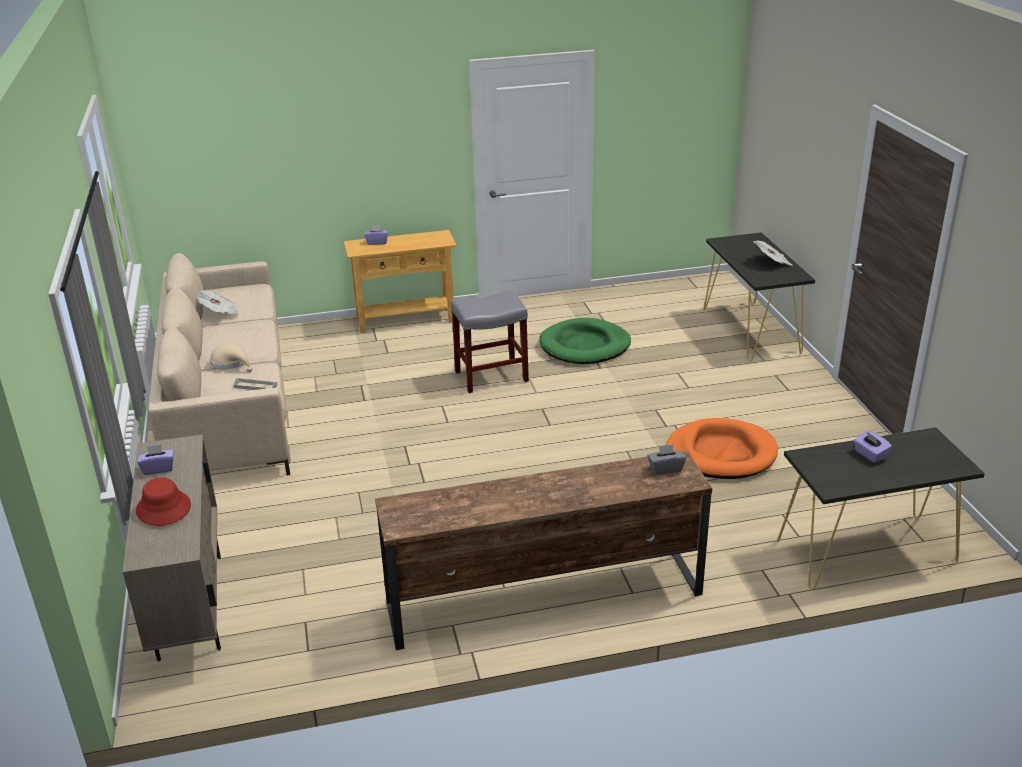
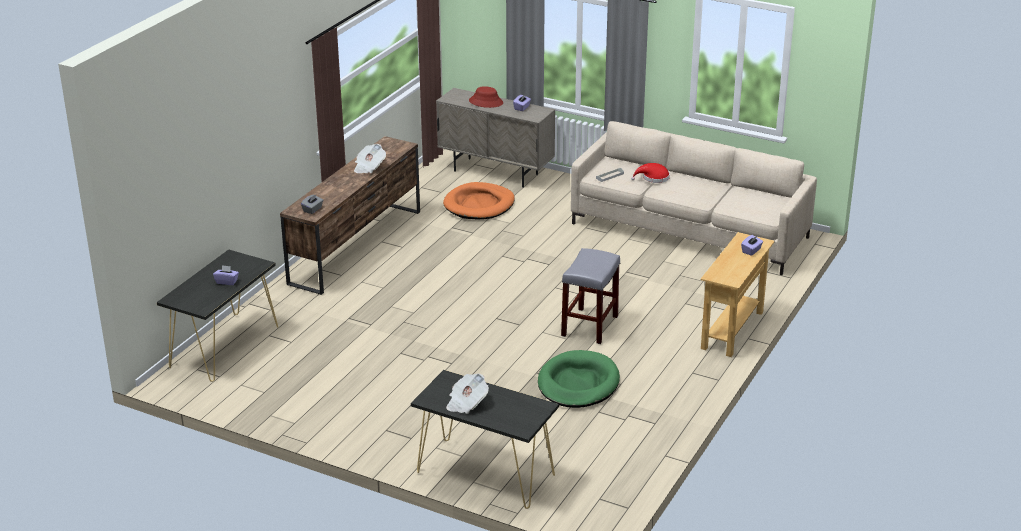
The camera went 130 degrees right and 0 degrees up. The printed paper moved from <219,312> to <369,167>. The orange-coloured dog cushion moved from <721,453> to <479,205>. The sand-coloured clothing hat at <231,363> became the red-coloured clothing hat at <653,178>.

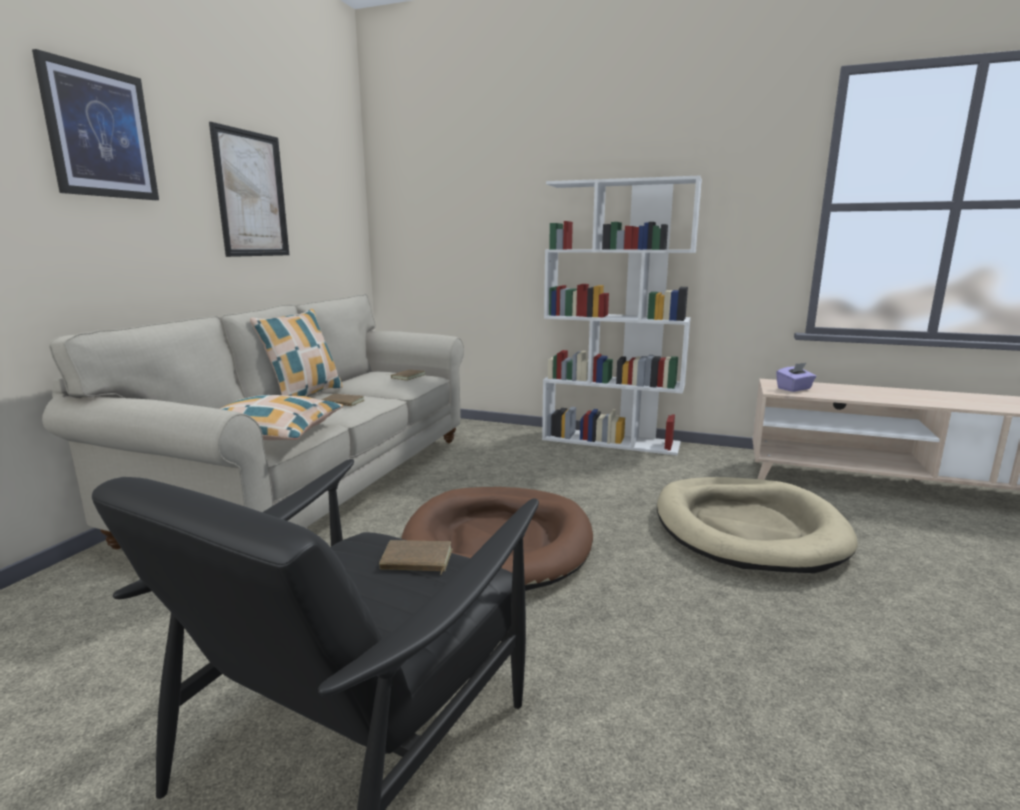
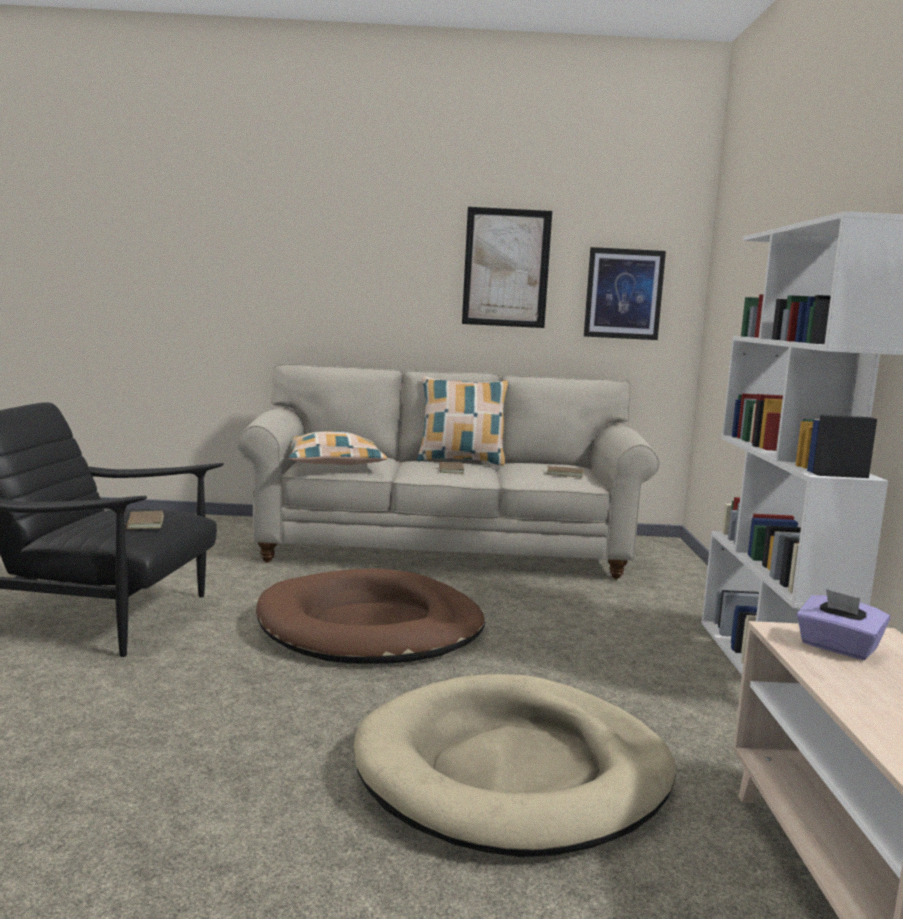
The camera went 70 degrees right and 5 degrees down. The wall picture moved from <100,133> to <623,294>.

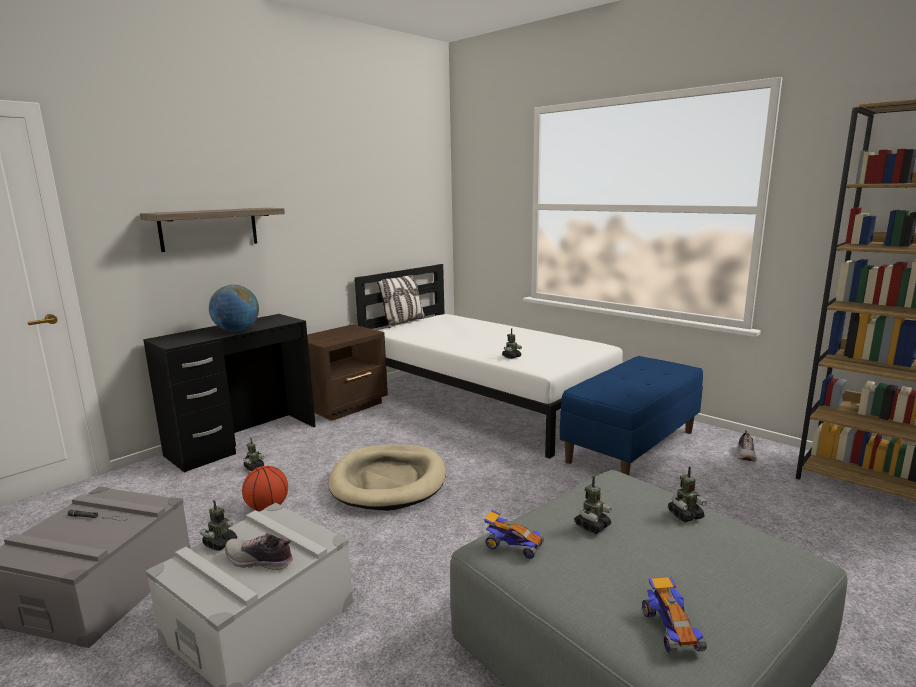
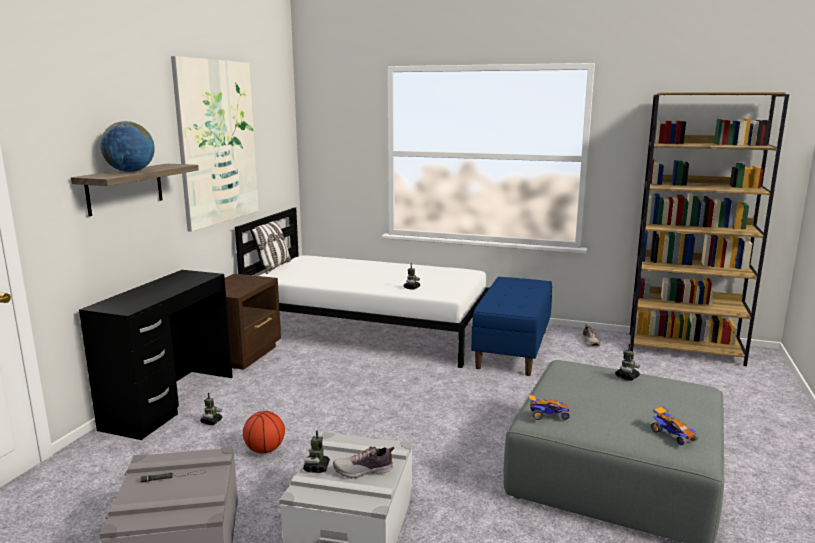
The camera went 25 degrees left and 0 degrees up. The sand-coloured dog cushion at <389,481> disappeared. The toy robot at <592,526> disappeared. The wall picture at <217,142> appeared. The globe moved from <237,331> to <130,171>.

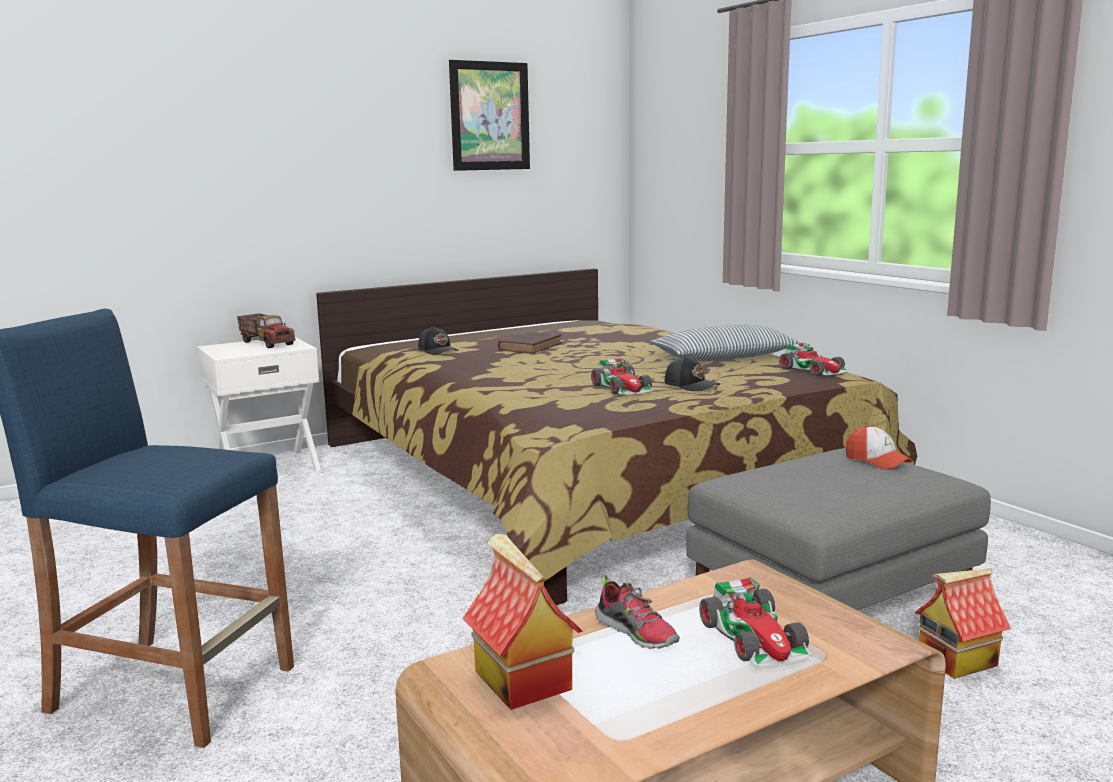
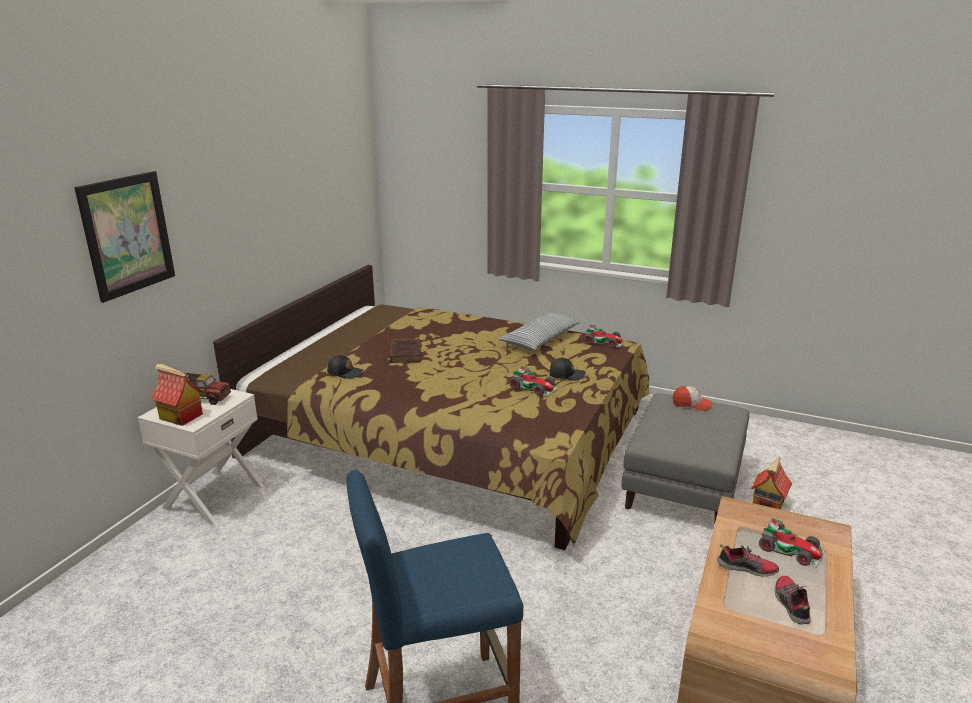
The camera went 35 degrees left and 10 degrees up. The low shoe at <791,604> appeared. The wall picture moved from <490,116> to <127,235>. The model house moved from <520,680> to <180,416>.

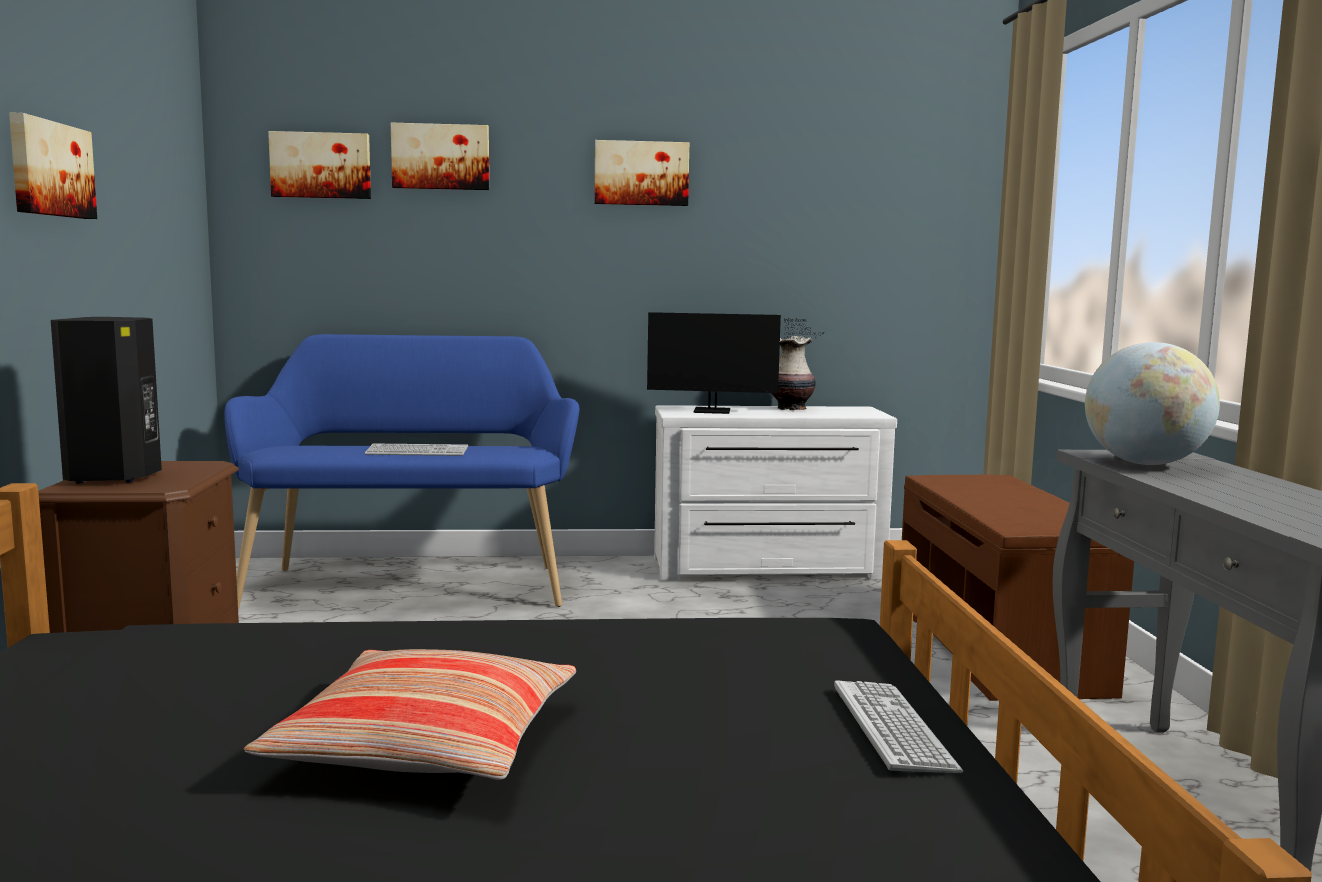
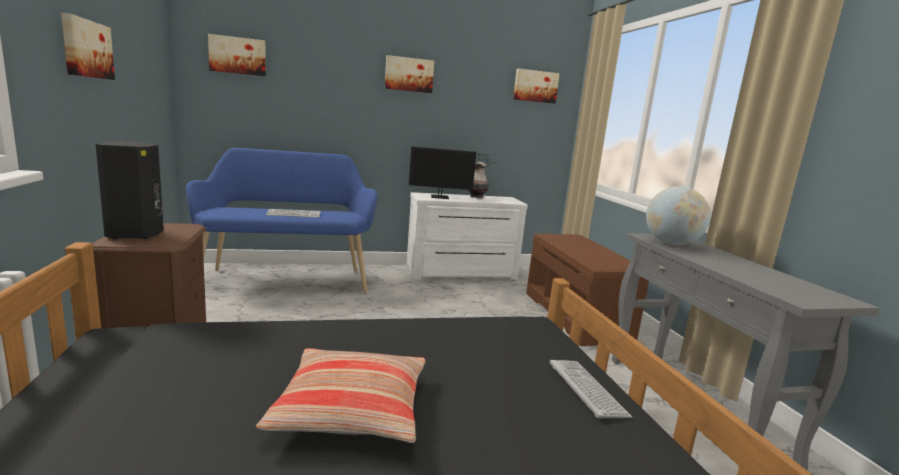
The camera went 10 degrees left and 5 degrees up. The wall picture moved from <441,157> to <535,86>.

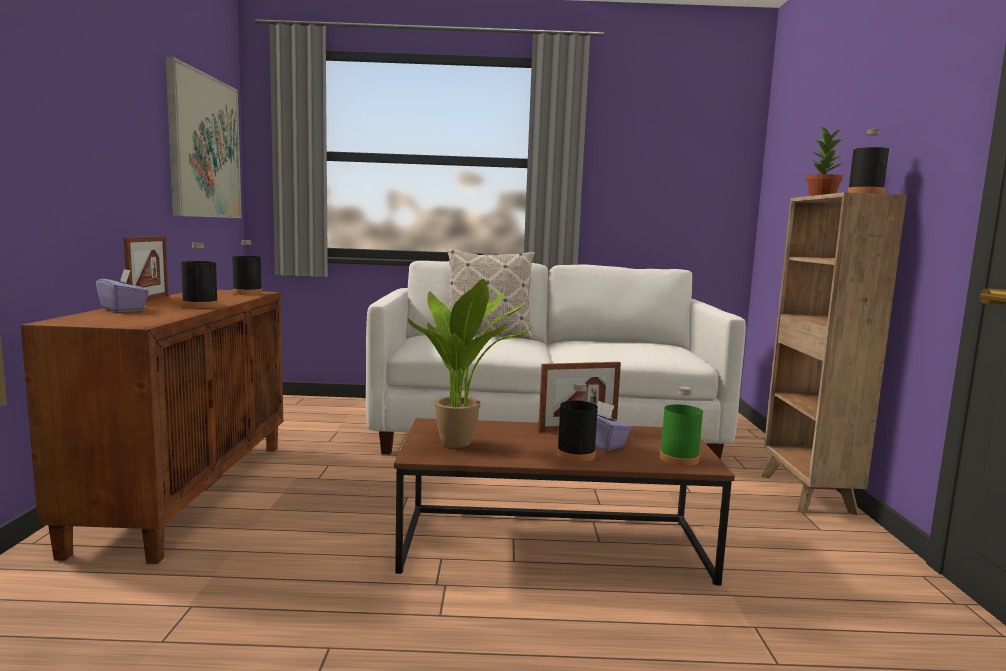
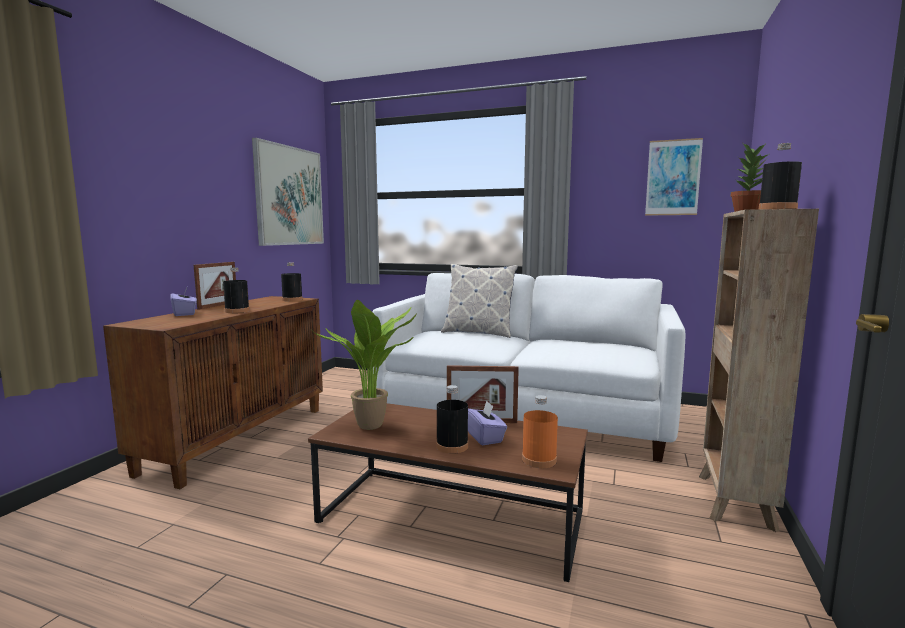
The camera went 20 degrees right and 0 degrees up. The wall picture at <673,177> appeared. The green drink bottle at <679,459> became the orange-coloured drink bottle at <539,460>.

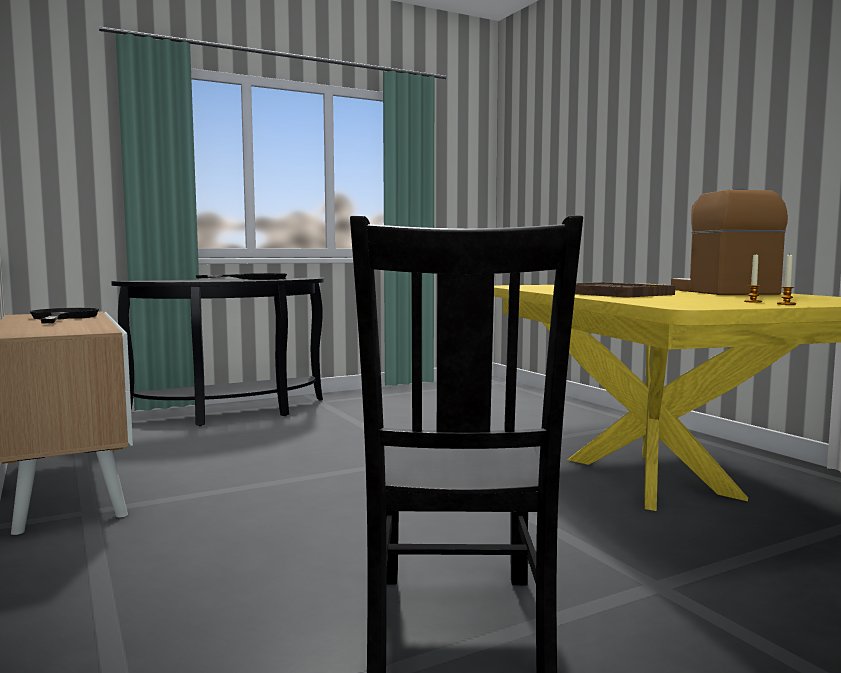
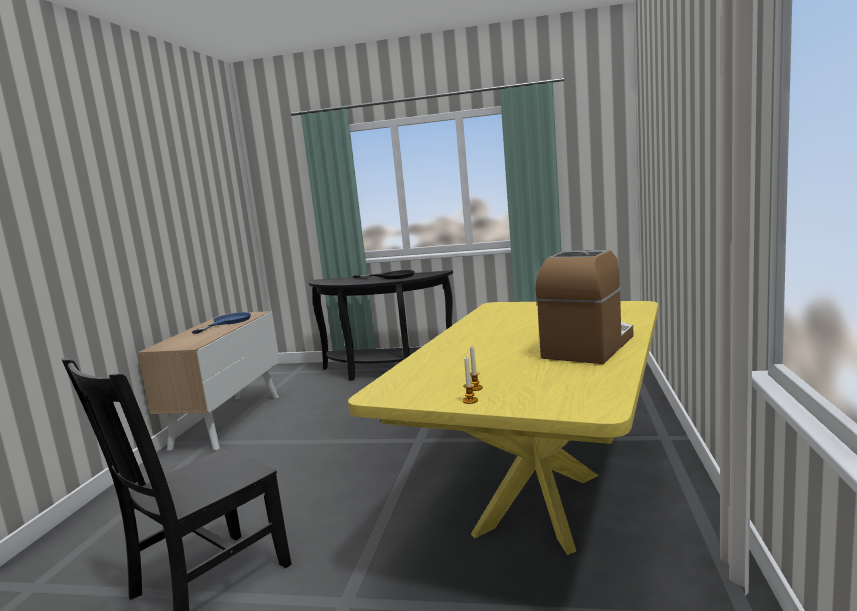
The camera went 40 degrees right and 5 degrees up. The brown-coloured carrying tray at <613,293> disappeared. The blackish frying pan at <62,318> became the blue frying pan at <227,322>.

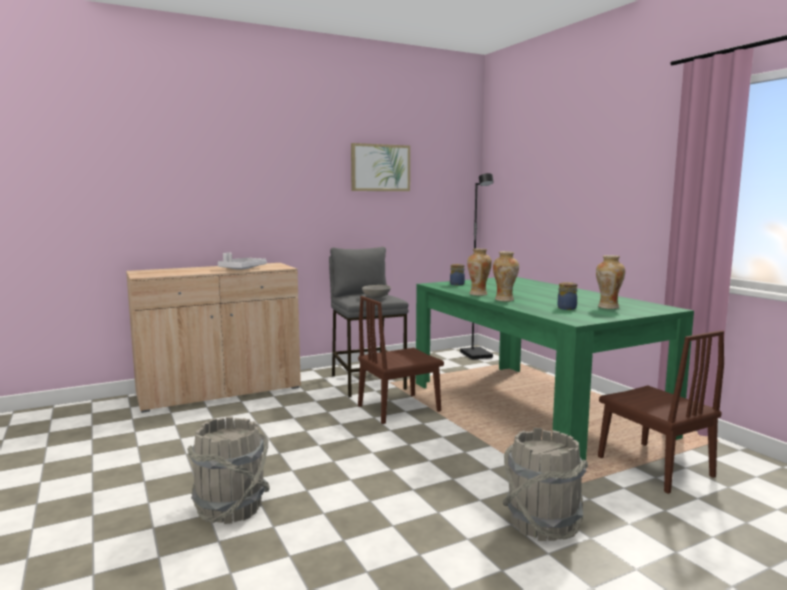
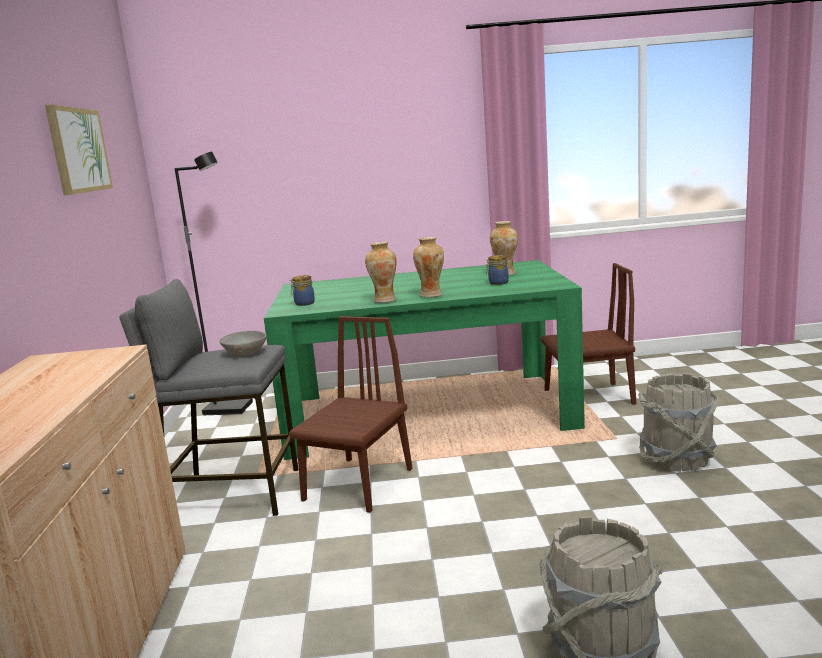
The camera went 65 degrees left and 5 degrees up. The white-coloured carrying tray at <242,269> disappeared. The brown-coloured plain chair at <399,408> turned 150 degrees counterclockwise.

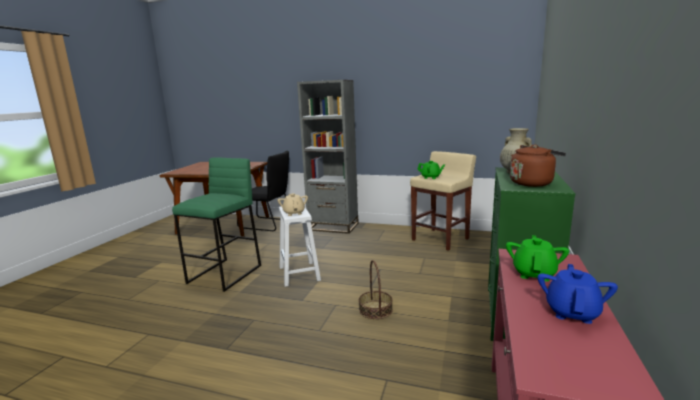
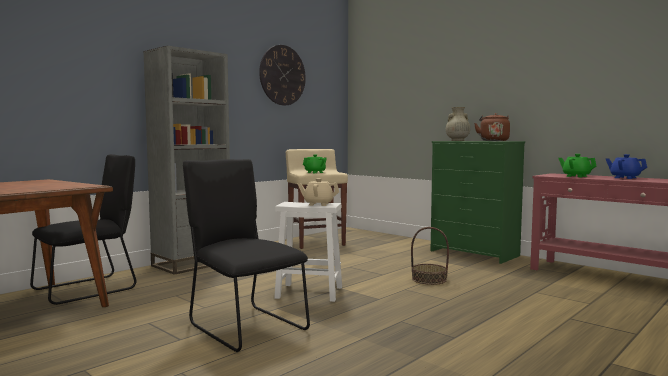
The camera went 65 degrees left and 10 degrees down. The hanging clock at <282,75> appeared. The green stool at <225,274> was replaced by the blackish plain chair at <244,326>.

